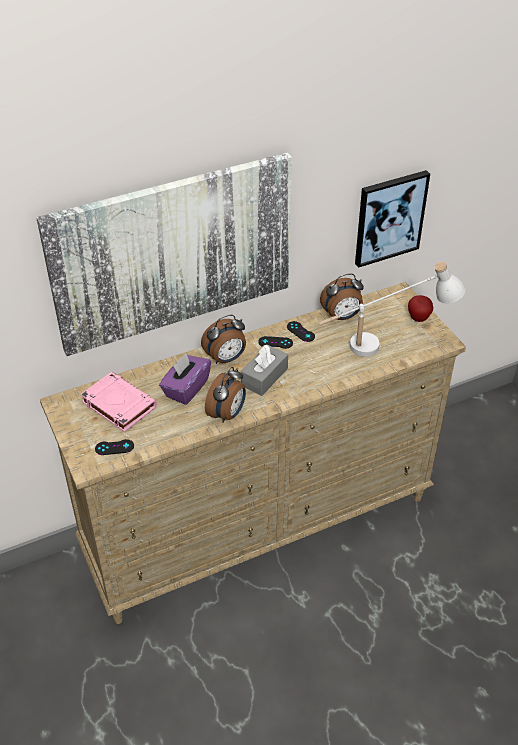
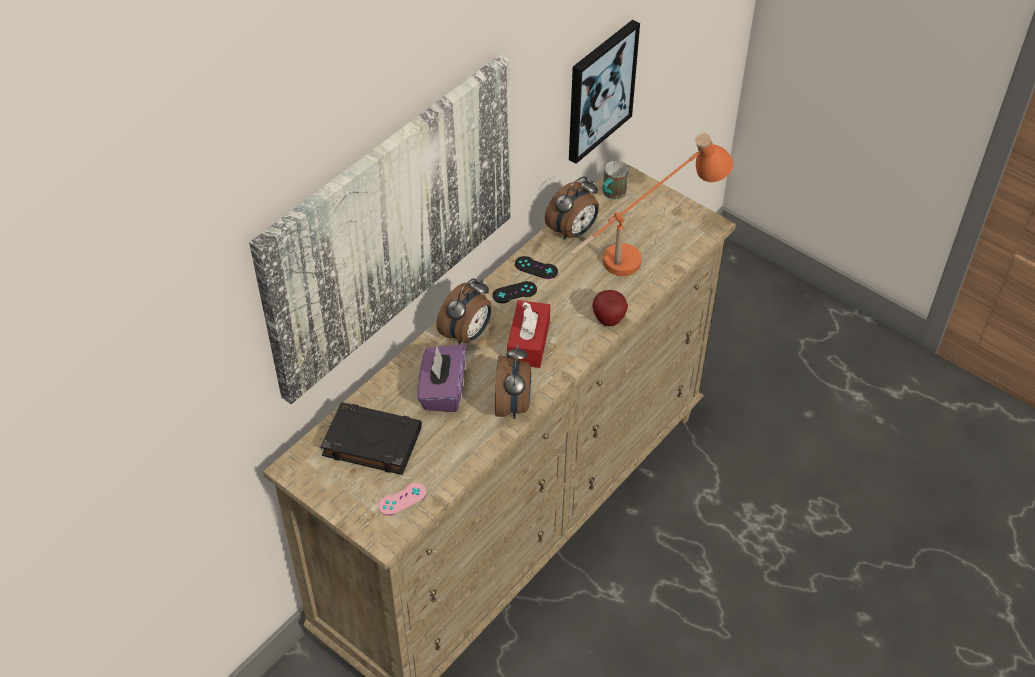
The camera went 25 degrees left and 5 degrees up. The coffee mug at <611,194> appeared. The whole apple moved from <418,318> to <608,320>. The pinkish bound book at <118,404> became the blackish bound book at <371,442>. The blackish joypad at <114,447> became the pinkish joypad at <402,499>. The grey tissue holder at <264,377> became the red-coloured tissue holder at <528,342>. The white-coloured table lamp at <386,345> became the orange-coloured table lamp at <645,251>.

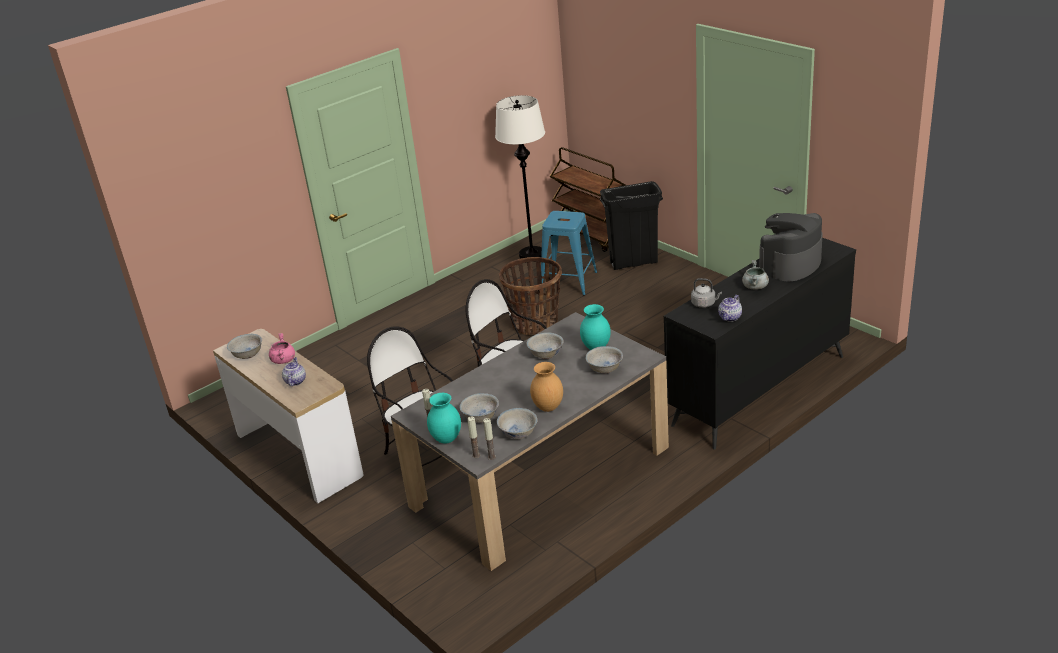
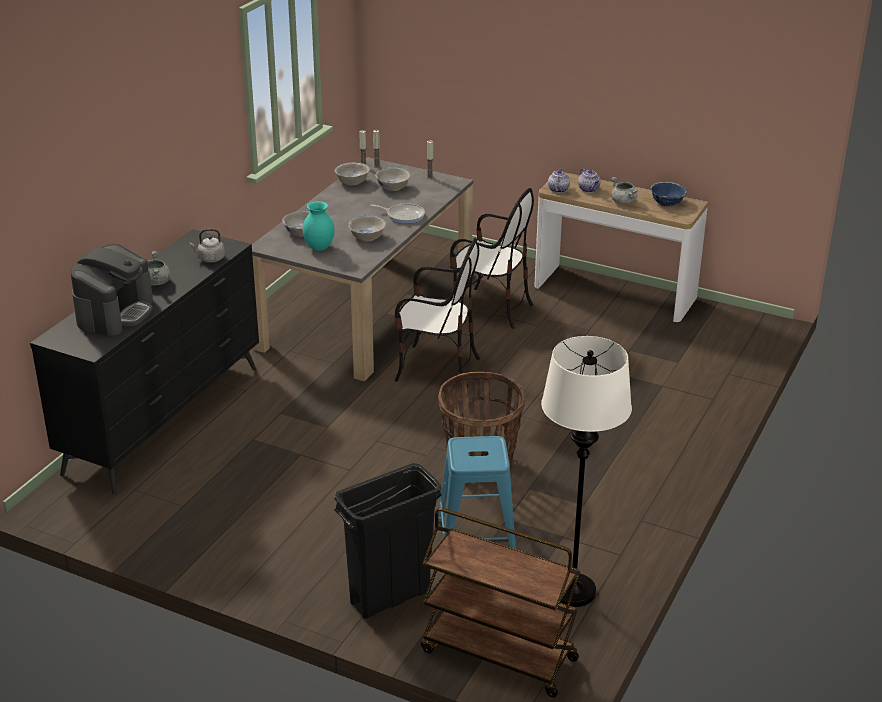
The camera went 155 degrees right and 0 degrees up. The turquoise vase at <446,439> disappeared. The brown-coloured vase at <548,407> disappeared. The frying pan at <403,215> appeared. The tea pot moved from <730,318> to <558,189>. The white-coloured serving bowl at <247,354> became the blue serving bowl at <666,202>. The pinkish stockpot at <283,360> became the grey stockpot at <623,202>.

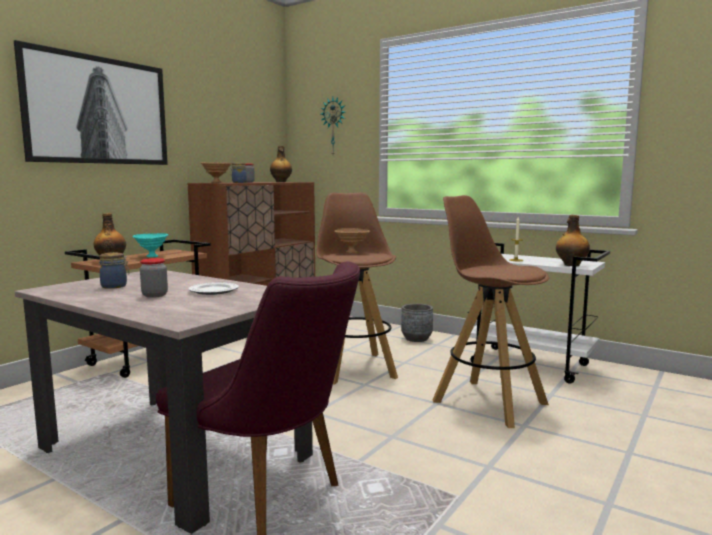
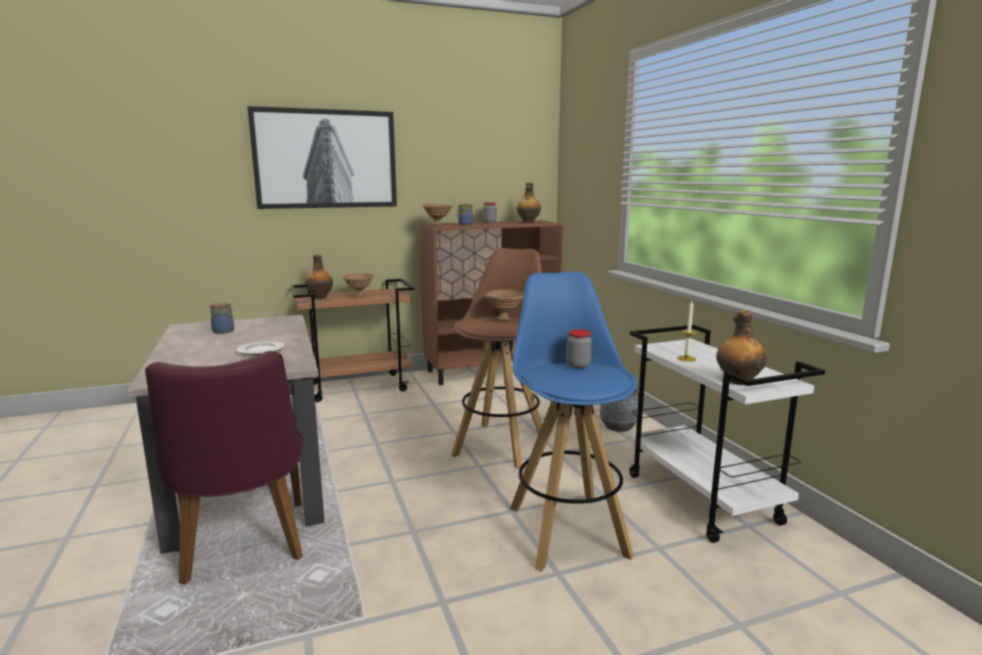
The camera went 35 degrees right and 5 degrees up. The hanging clock at <334,126> disappeared. The storage jar moved from <154,295> to <578,365>. The turquoise serving bowl at <152,256> became the brown-coloured serving bowl at <359,296>. The brown-coloured stool at <488,402> became the blue stool at <567,529>.

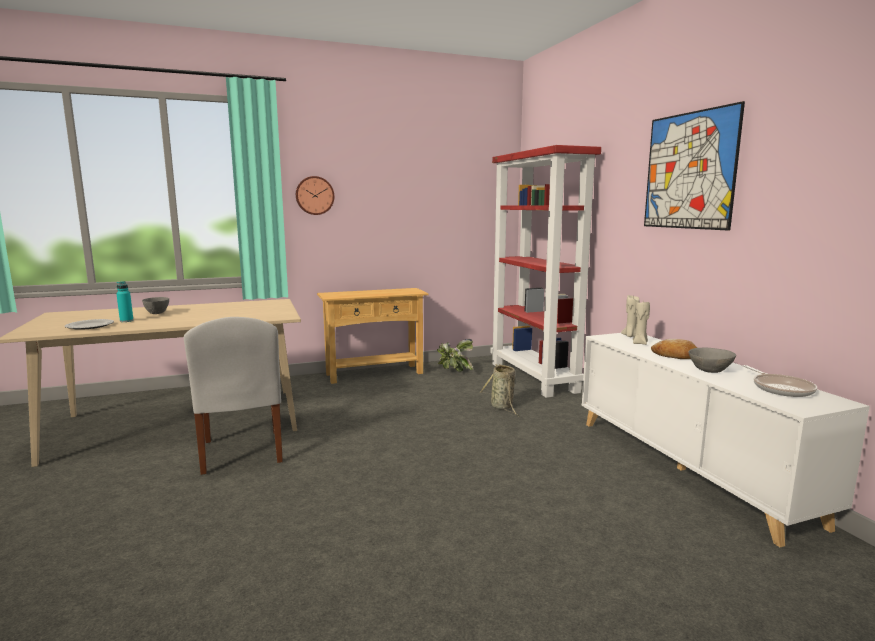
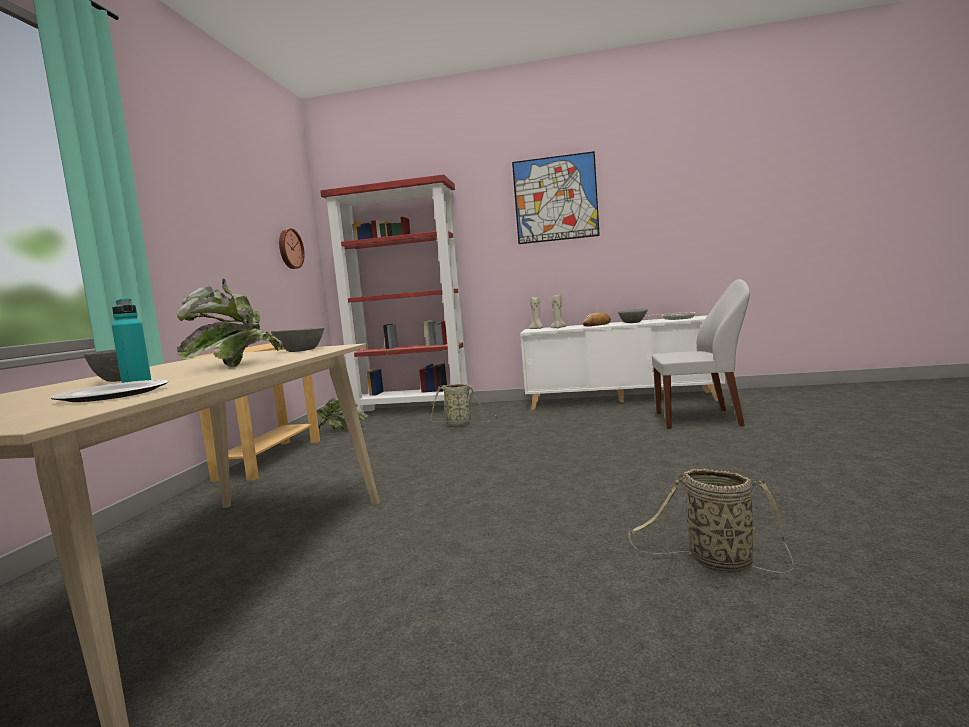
The camera went 60 degrees left and 5 degrees down. The potted plant at <235,365> appeared. The grey serving bowl at <301,351> appeared. The household basket at <715,562> appeared. The white-coloured plain chair moved from <242,453> to <700,419>. The hanging clock moved from <314,195> to <289,249>.

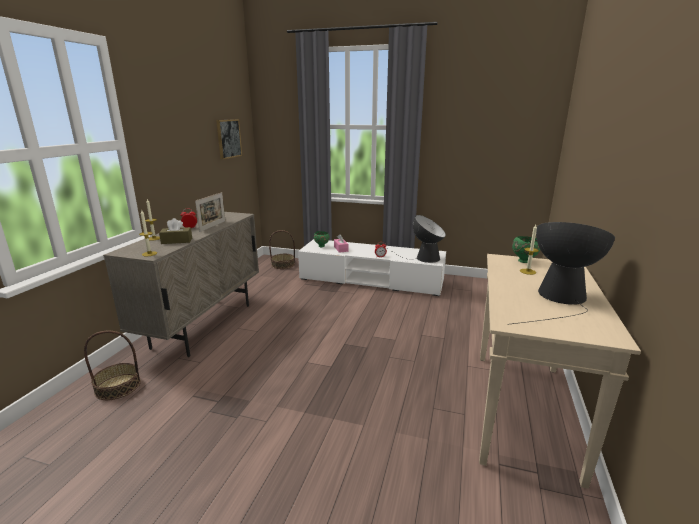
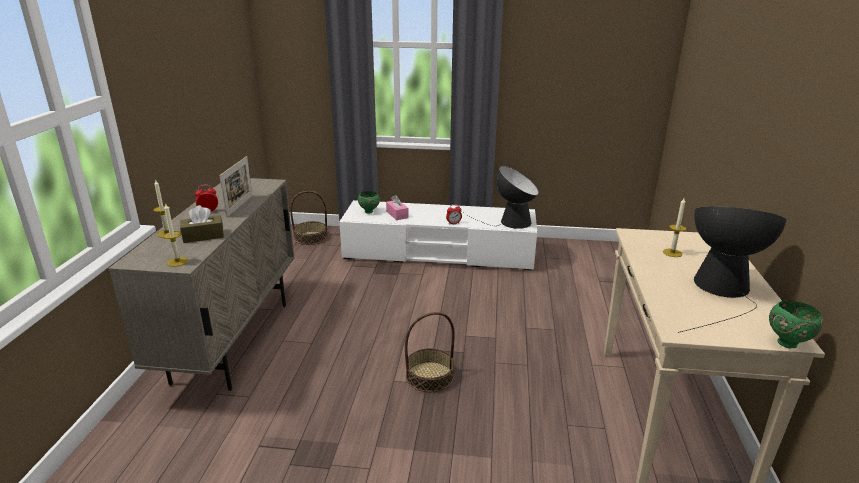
The camera went 10 degrees left and 5 degrees up. The wall picture at <228,138> disappeared. The household basket moved from <118,386> to <429,376>. The green serving bowl moved from <524,261> to <787,343>.

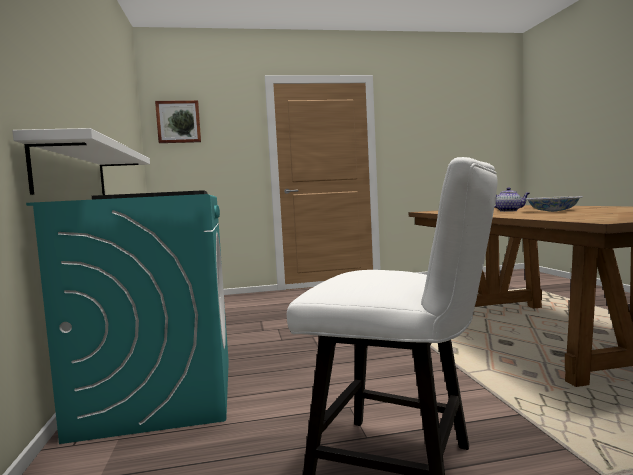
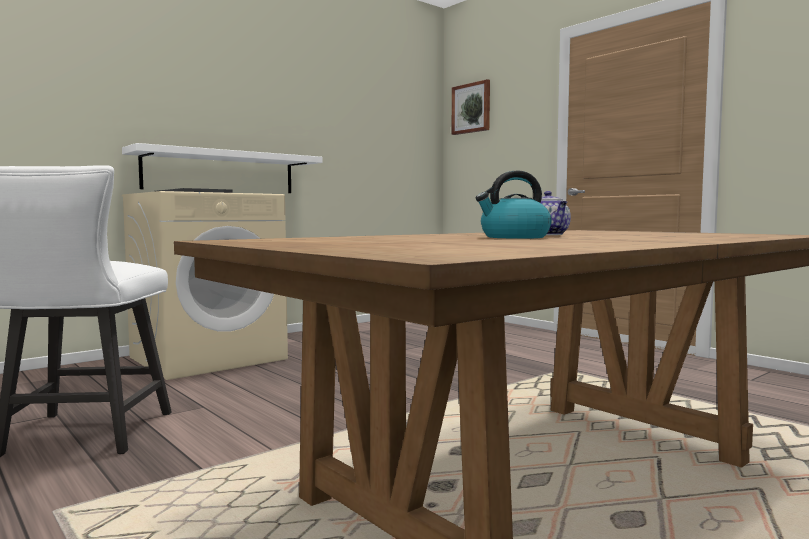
The camera went 60 degrees right and 0 degrees up. The serving bowl at <553,211> was replaced by the water kettle at <514,237>. The turquoise washing machine at <158,395> became the sand-coloured washing machine at <208,358>.

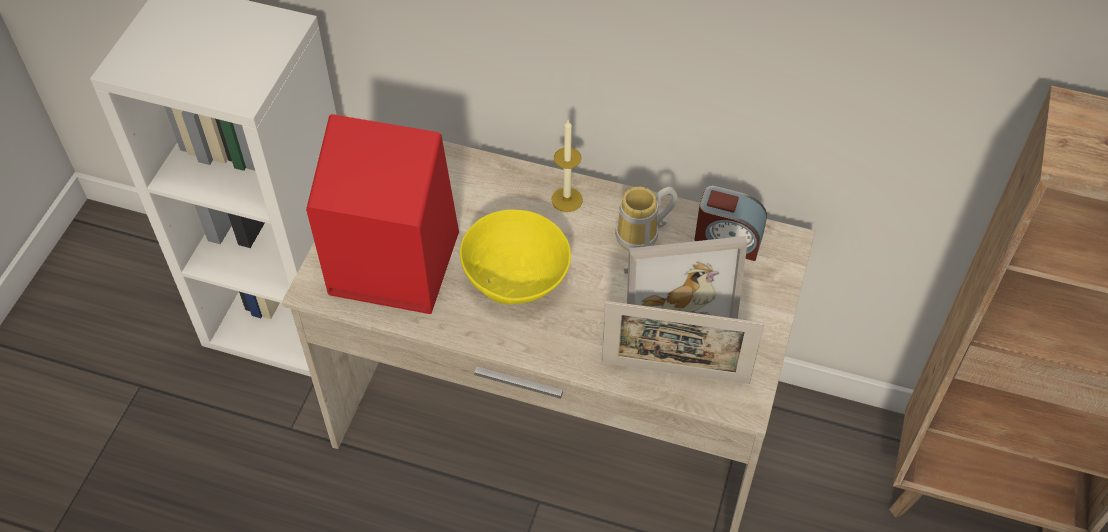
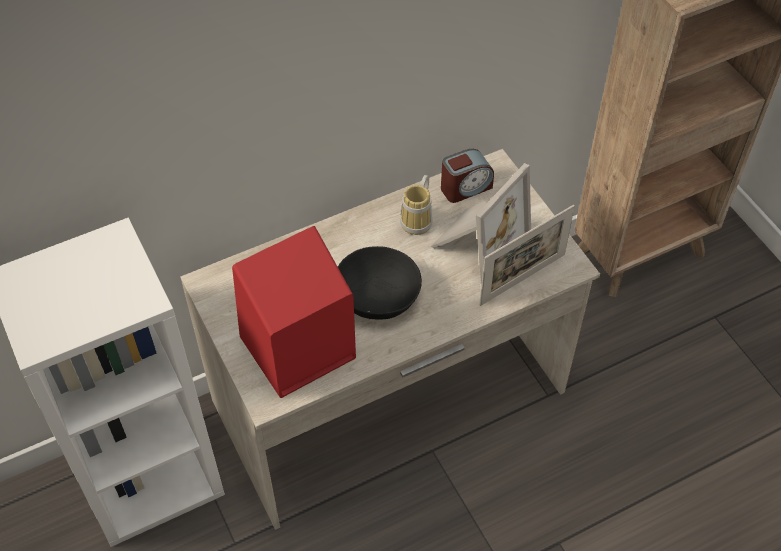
The camera went 45 degrees left and 0 degrees up. The candle at <567,200> disappeared. The yellow serving bowl at <516,276> became the blackish serving bowl at <377,298>.

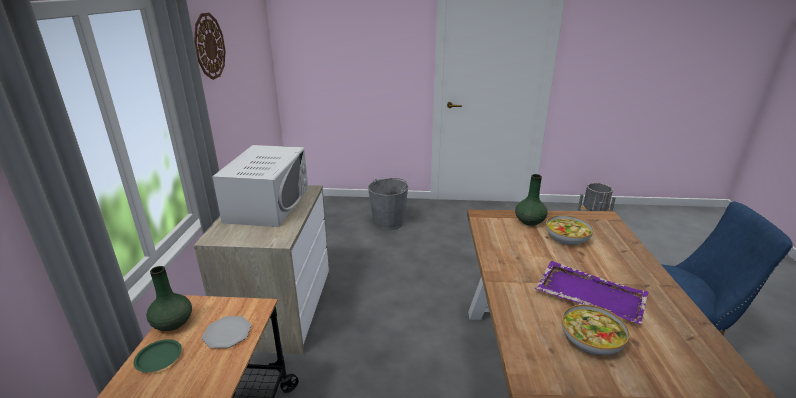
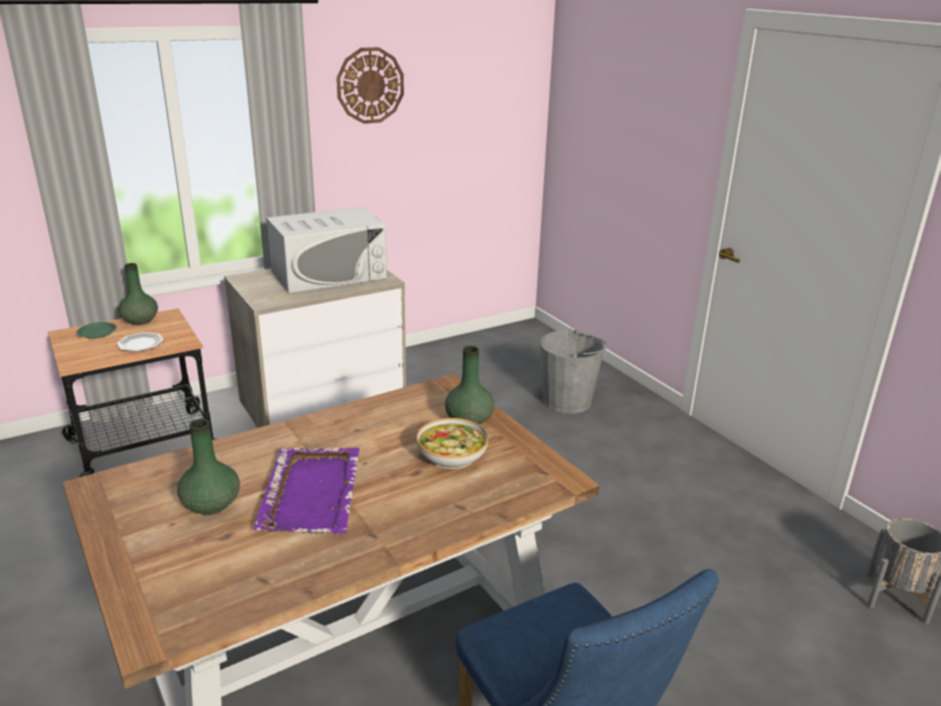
The camera went 55 degrees right and 0 degrees up. The serving bowl at <591,340> was replaced by the green vase at <210,505>.

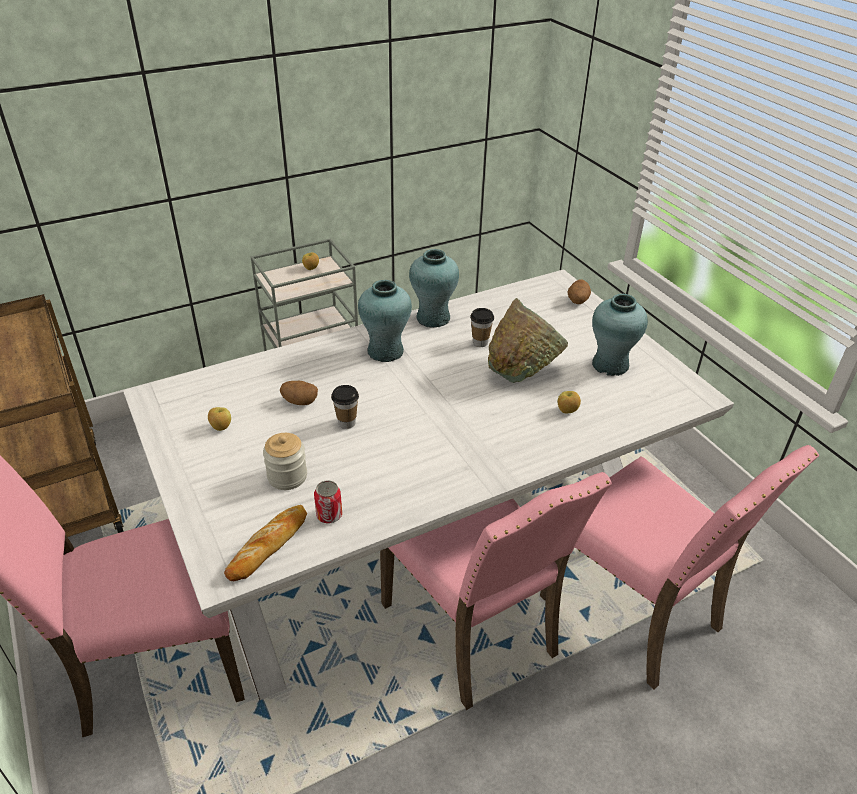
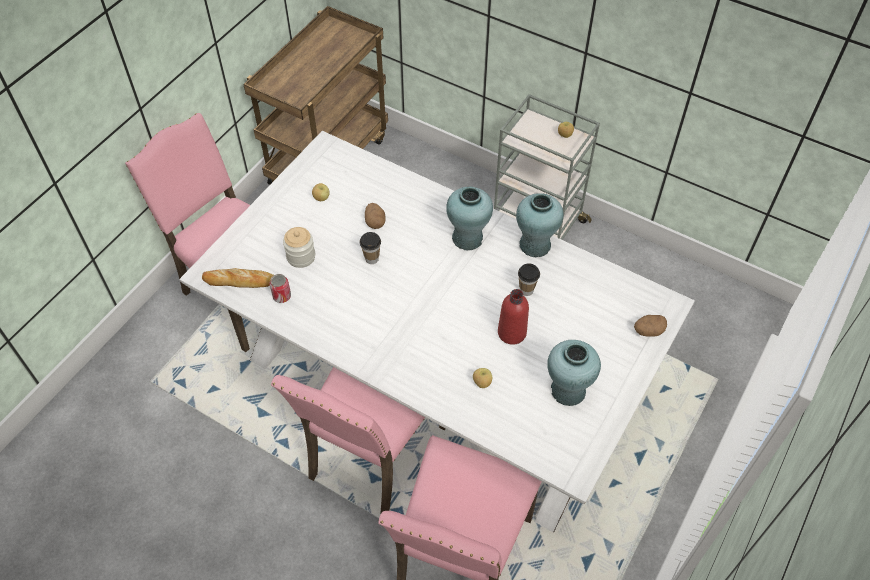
The camera went 60 degrees right and 15 degrees up. The green serving bowl at <522,370> was replaced by the red-coloured drink bottle at <512,333>.

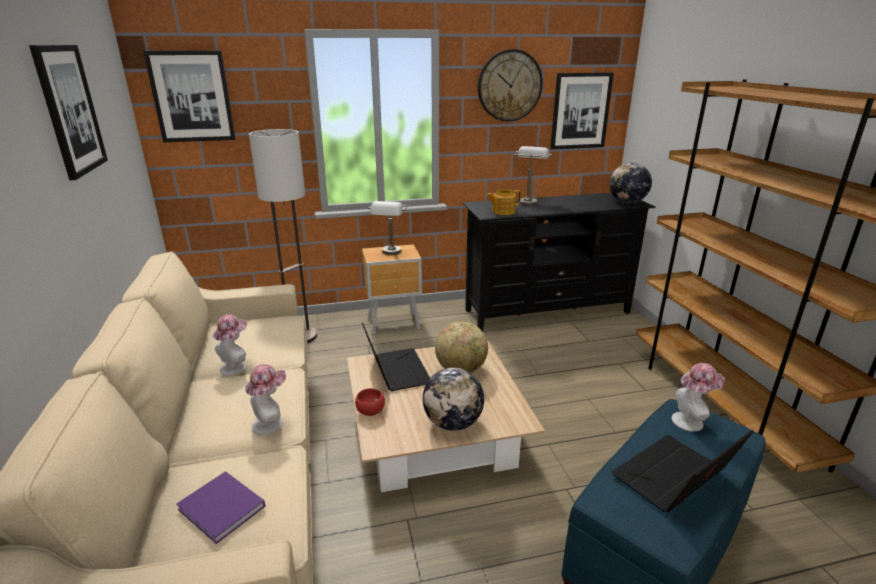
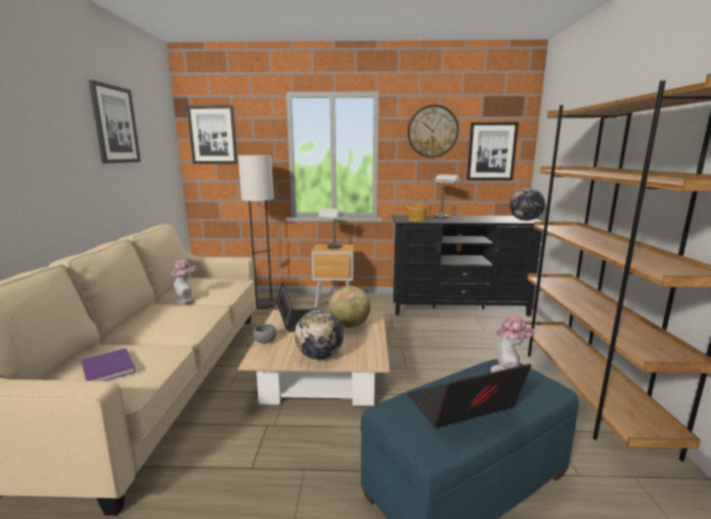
The camera went 15 degrees right and 10 degrees down. The clothing hat at <271,423> disappeared. The red-coloured serving bowl at <370,411> became the grey serving bowl at <265,341>.

